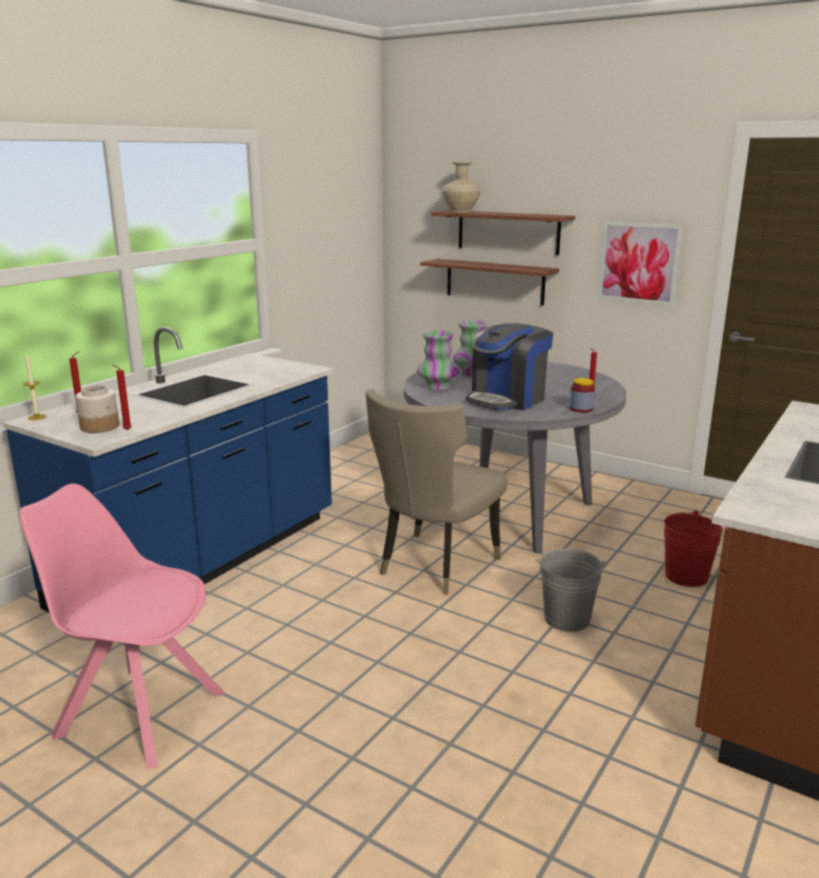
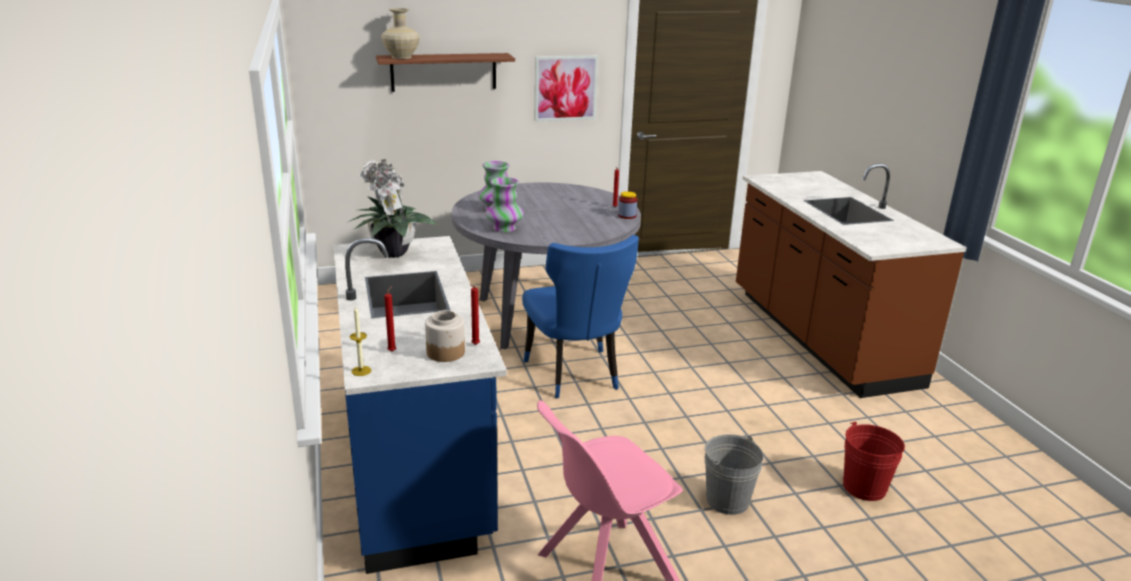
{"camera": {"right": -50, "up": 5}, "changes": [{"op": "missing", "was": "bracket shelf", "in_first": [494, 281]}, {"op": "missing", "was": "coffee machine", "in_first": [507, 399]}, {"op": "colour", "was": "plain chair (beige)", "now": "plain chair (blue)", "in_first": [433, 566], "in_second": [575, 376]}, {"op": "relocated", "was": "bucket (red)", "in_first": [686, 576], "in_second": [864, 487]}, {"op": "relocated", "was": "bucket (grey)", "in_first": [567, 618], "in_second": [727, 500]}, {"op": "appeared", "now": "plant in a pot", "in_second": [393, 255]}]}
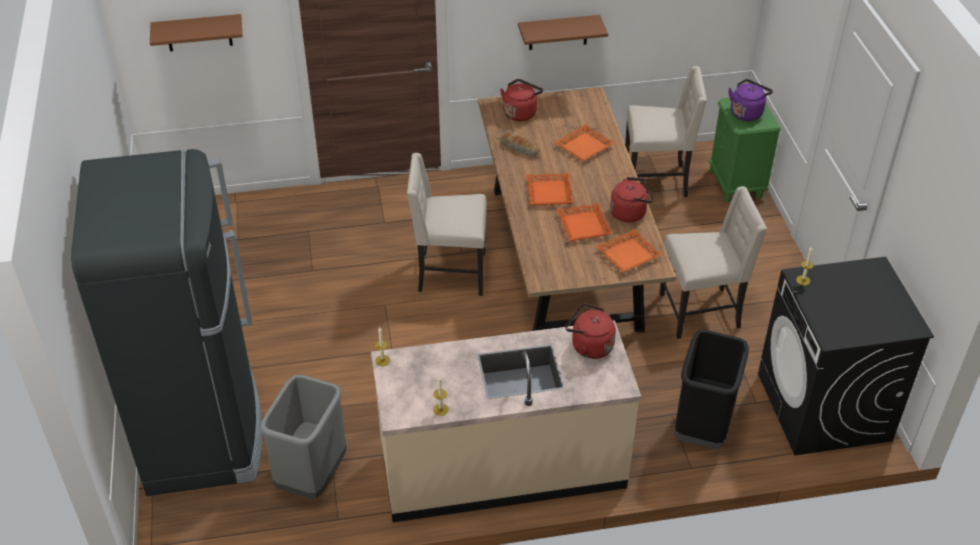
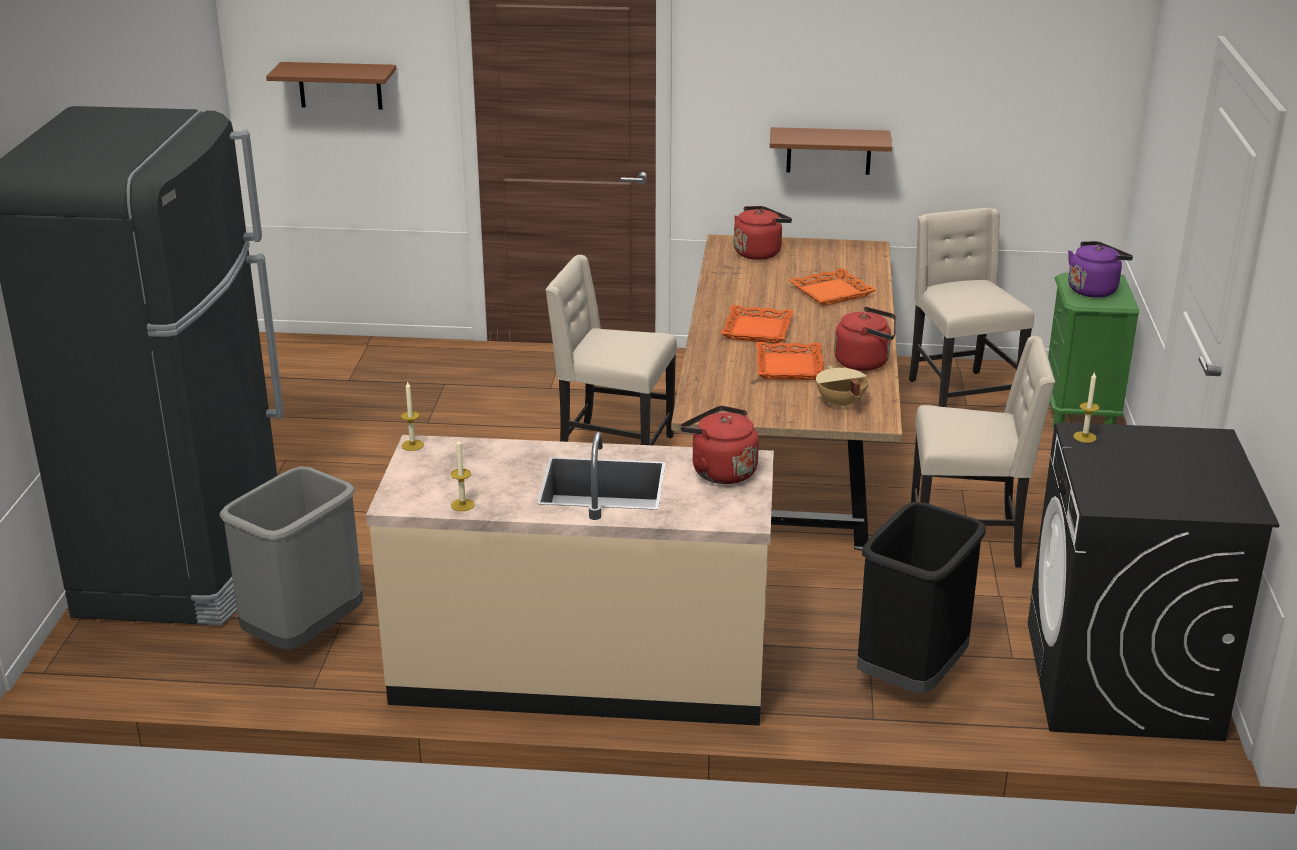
{"camera": {"right": 15, "up": -15}, "changes": [{"op": "spun", "was": "plain chair (beige)", "in_first": [657, 181], "in_second": [959, 394], "clockwise": -120}, {"op": "missing", "was": "bread", "in_first": [520, 148]}, {"op": "exchanged", "was": "serving tray (orange-coloured)", "now": "cooking pot (beige)", "in_first": [628, 255], "in_second": [840, 403]}]}
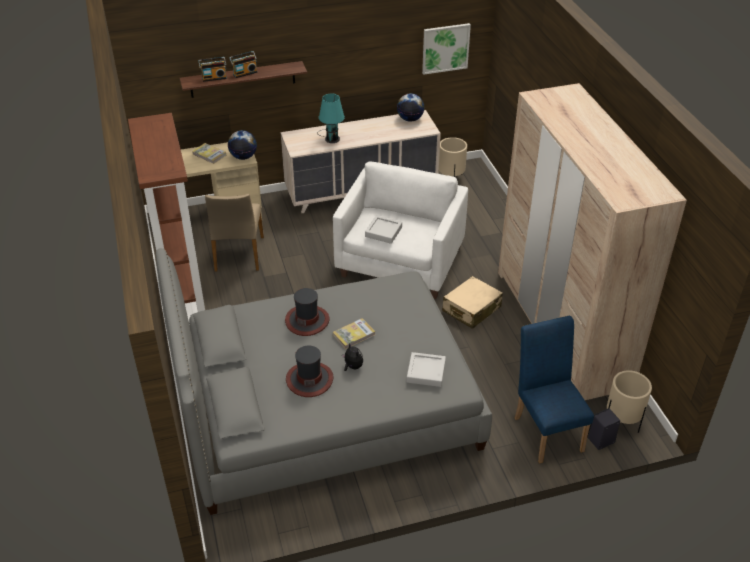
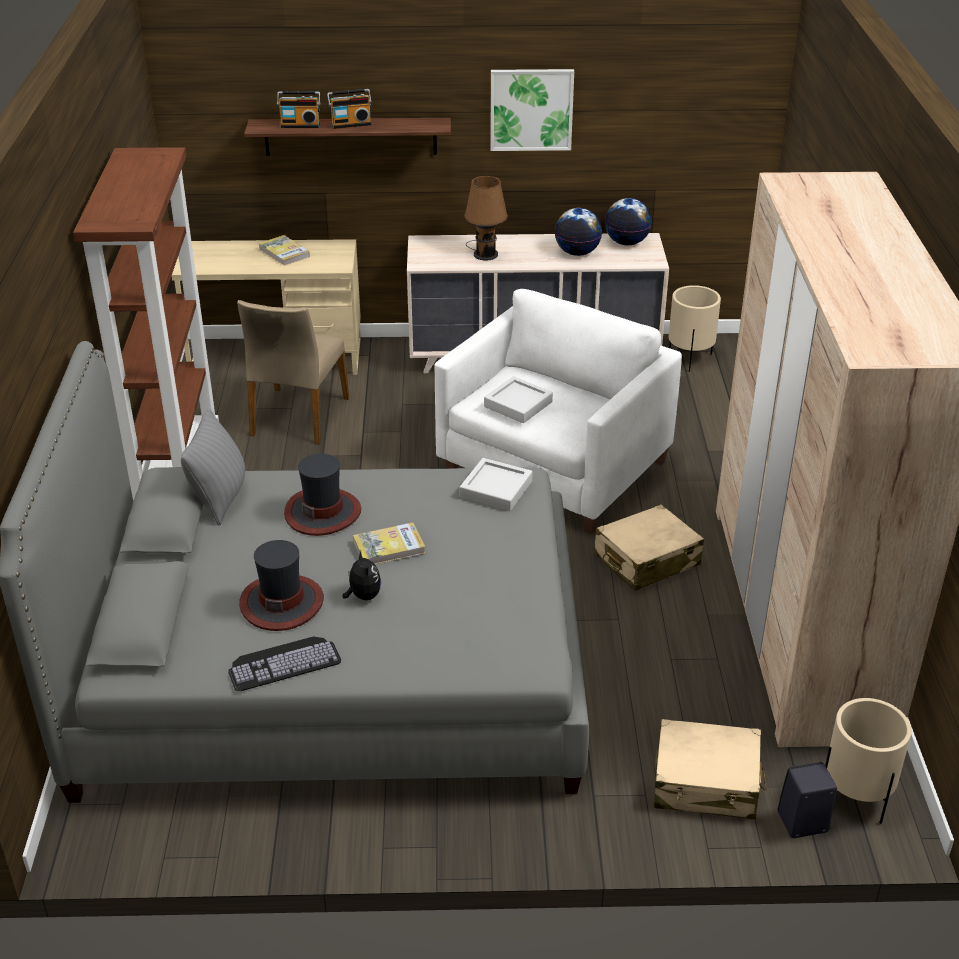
{"camera": {"right": 15, "up": -5}, "changes": [{"op": "relocated", "was": "wall picture", "in_first": [445, 48], "in_second": [531, 109]}, {"op": "colour", "was": "tabletop lamp (turquoise)", "now": "tabletop lamp (brown)", "in_first": [331, 138], "in_second": [485, 253]}, {"op": "relocated", "was": "desk globe", "in_first": [243, 157], "in_second": [577, 253]}, {"op": "exchanged", "was": "plain chair (blue)", "now": "suitcase (beige)", "in_first": [546, 429], "in_second": [706, 783]}, {"op": "relocated", "was": "serving tray (grey)", "in_first": [426, 372], "in_second": [496, 489]}, {"op": "appeared", "now": "cushion (grey)", "in_second": [220, 498]}, {"op": "appeared", "now": "keyboard", "in_second": [284, 661]}]}
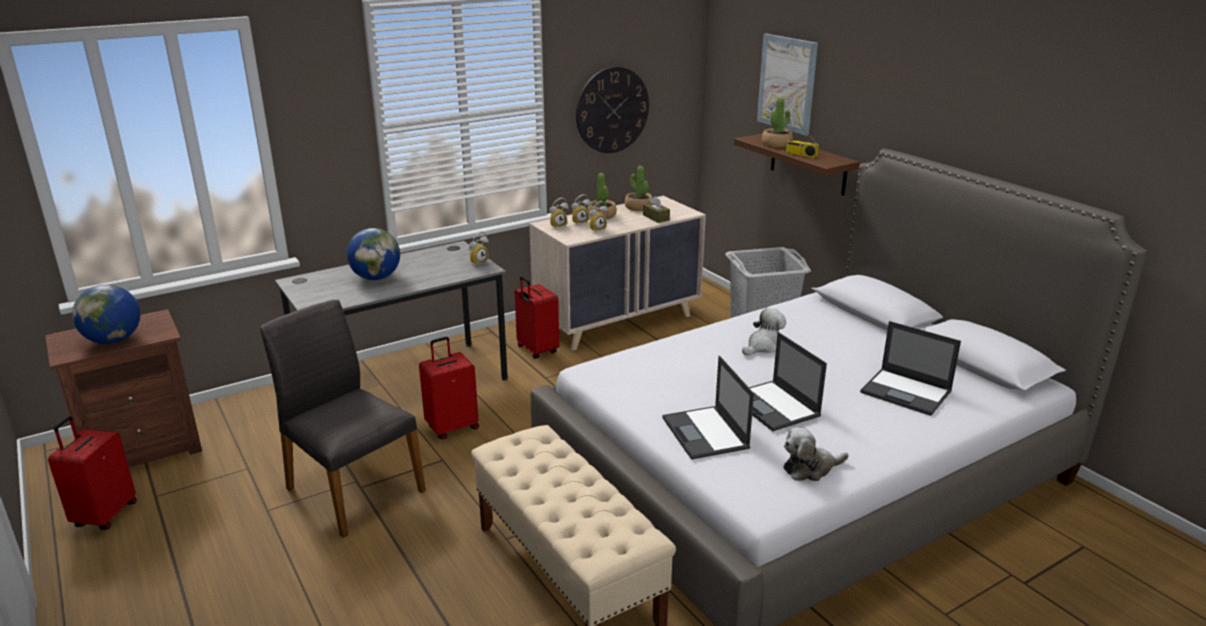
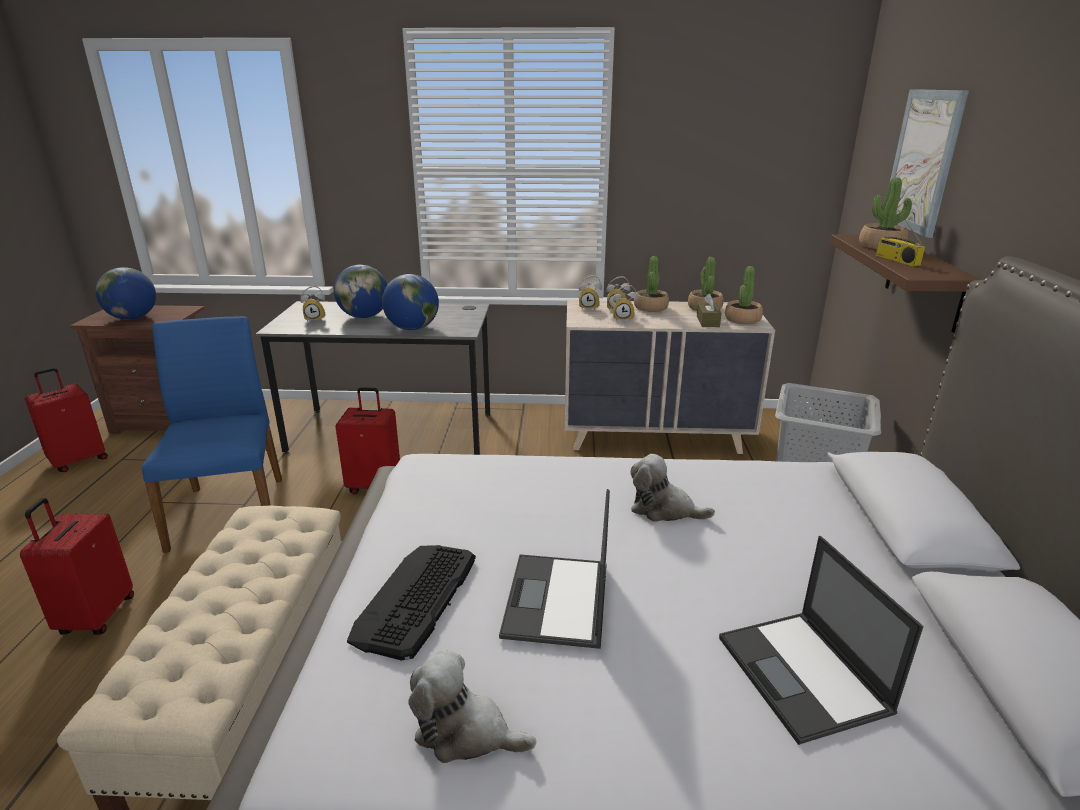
{"camera": {"right": 35, "up": 0}, "changes": [{"op": "missing", "was": "wall clock", "in_first": [612, 110]}, {"op": "relocated", "was": "table clock", "in_first": [478, 262], "in_second": [316, 319]}, {"op": "relocated", "was": "suitcase (red)", "in_first": [536, 350], "in_second": [95, 616]}, {"op": "colour", "was": "plain chair (grey)", "now": "plain chair (blue)", "in_first": [352, 490], "in_second": [230, 511]}, {"op": "spun", "was": "plush toy", "in_first": [763, 346], "in_second": [664, 509], "clockwise": -150}, {"op": "exchanged", "was": "portable computer", "now": "keyboard", "in_first": [706, 433], "in_second": [415, 598]}, {"op": "appeared", "now": "plant in a pot", "in_second": [742, 319]}, {"op": "appeared", "now": "desk globe", "in_second": [412, 328]}]}
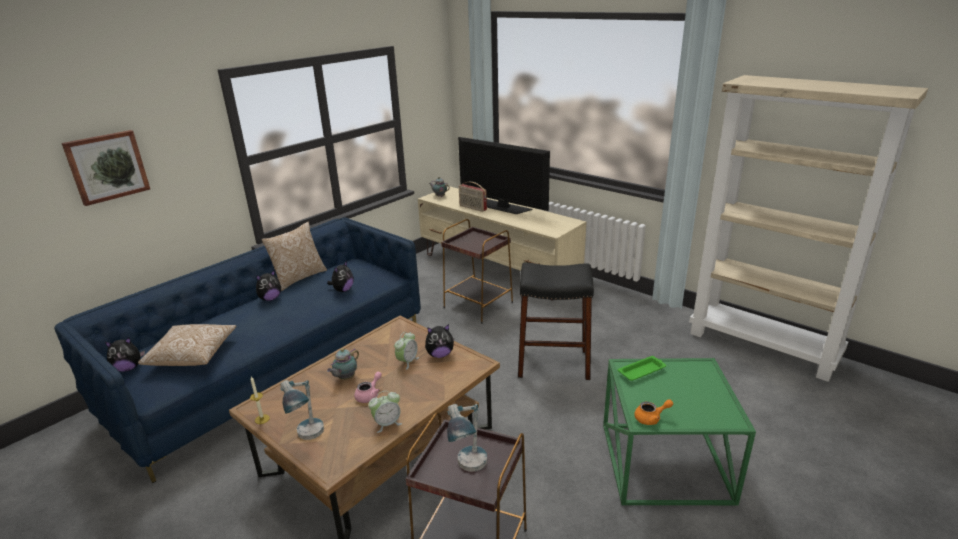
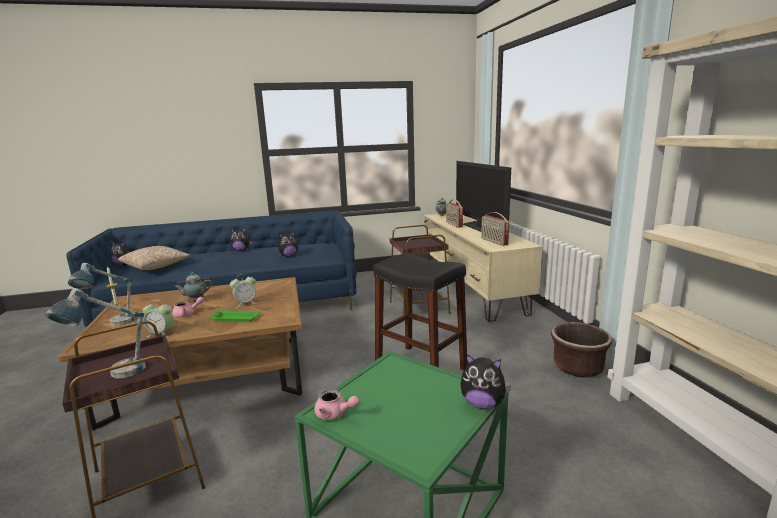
{"camera": {"right": 35, "up": -10}, "changes": [{"op": "missing", "was": "wall picture", "in_first": [107, 167]}, {"op": "missing", "was": "cushion", "in_first": [299, 278]}, {"op": "relocated", "was": "plush toy", "in_first": [440, 354], "in_second": [482, 404]}, {"op": "relocated", "was": "serving tray (green-coloured)", "in_first": [642, 371], "in_second": [236, 318]}, {"op": "colour", "was": "pot for tea (orange-coloured)", "now": "pot for tea (pink-coloured)", "in_first": [651, 418], "in_second": [335, 414]}, {"op": "appeared", "now": "radio set", "in_second": [493, 242]}, {"op": "appeared", "now": "plant pot (brown)", "in_second": [577, 367]}]}
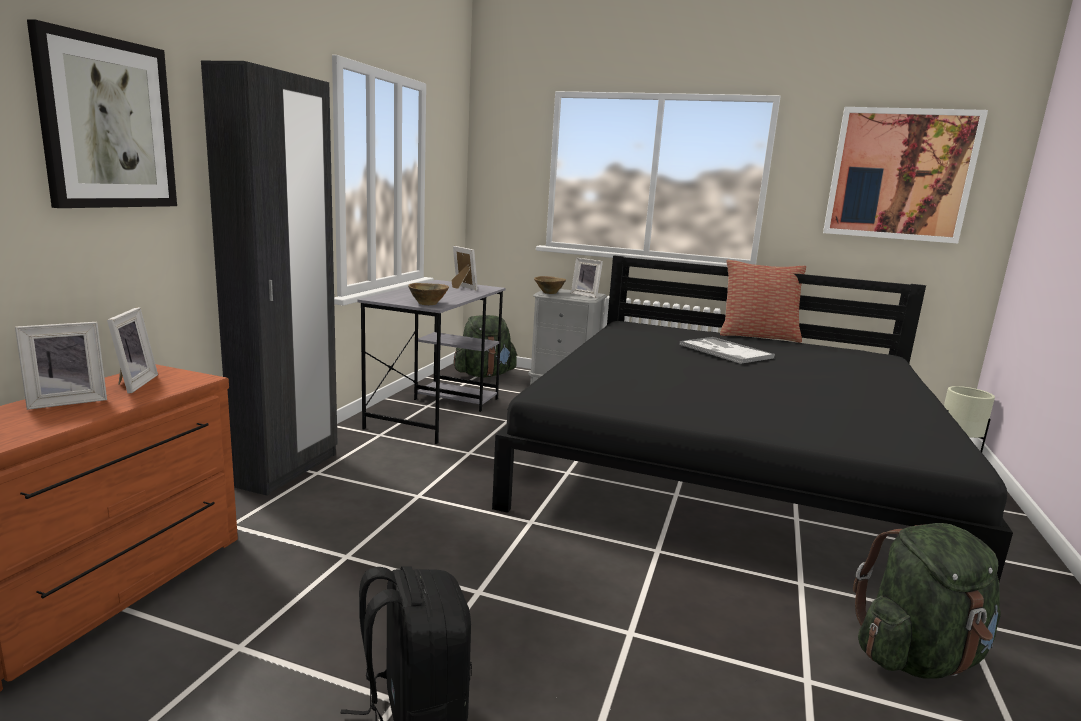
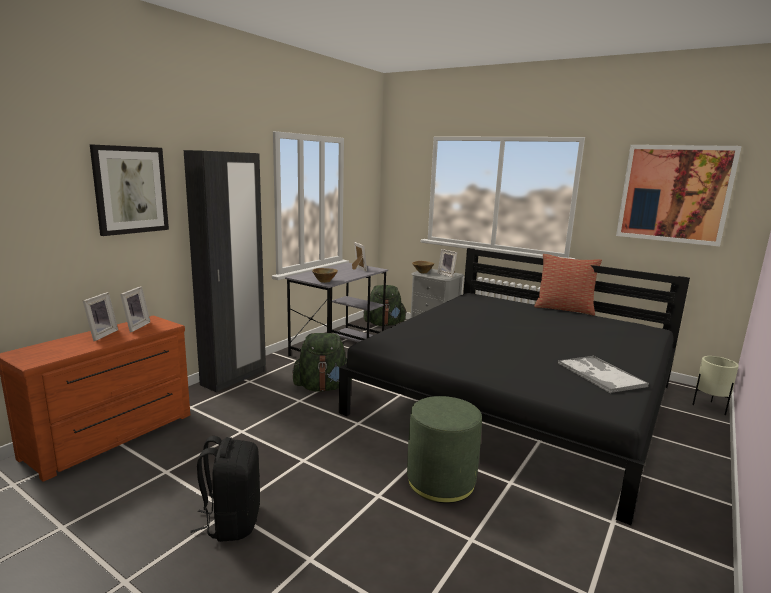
{"camera": {"right": 15, "up": 0}, "changes": [{"op": "spun", "was": "photo frame", "in_first": [67, 401], "in_second": [100, 335], "clockwise": -60}, {"op": "relocated", "was": "serving tray", "in_first": [724, 351], "in_second": [600, 374]}, {"op": "relocated", "was": "rucksack (green-coloured)", "in_first": [917, 657], "in_second": [323, 387]}, {"op": "appeared", "now": "ottoman (green-coloured)", "in_second": [441, 481]}]}
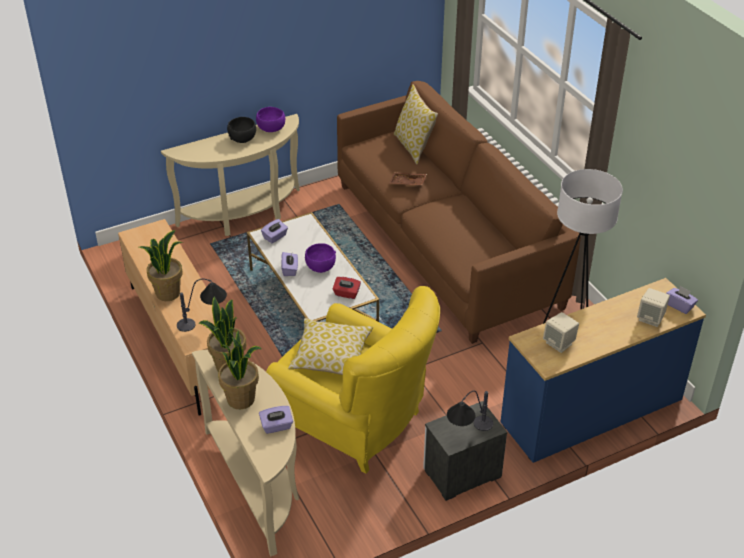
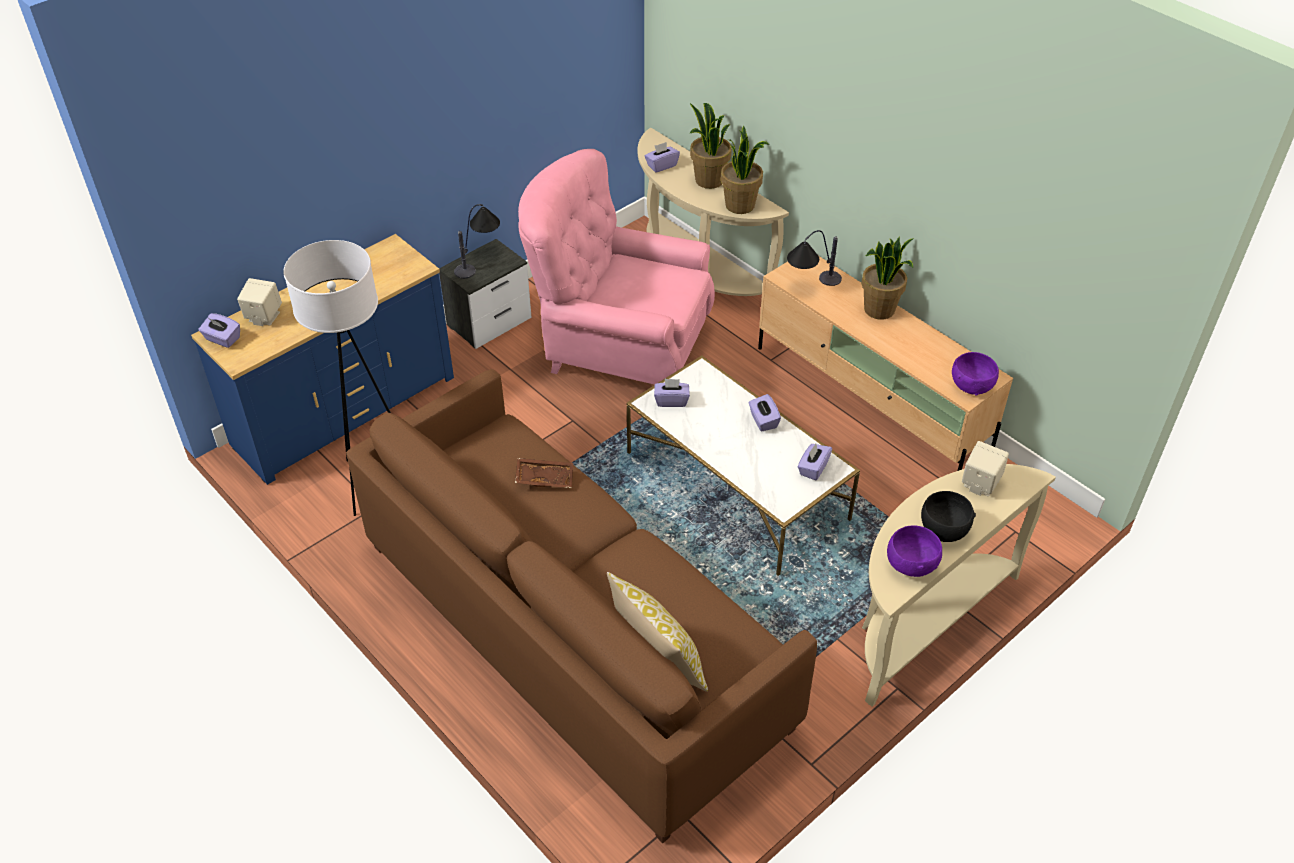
{"camera": {"right": 165, "up": 5}, "changes": [{"op": "relocated", "was": "serving tray (brown)", "in_first": [407, 183], "in_second": [545, 477]}, {"op": "relocated", "was": "serving bowl (purple-coloured)", "in_first": [320, 267], "in_second": [971, 385]}, {"op": "colour", "was": "tissue box (red)", "now": "tissue box (purple-coloured)", "in_first": [346, 294], "in_second": [671, 401]}, {"op": "colour", "was": "easy chair (yellowish)", "now": "easy chair (pink-coloured)", "in_first": [355, 423], "in_second": [618, 348]}, {"op": "relocated", "was": "loudspeaker (beige)", "in_first": [559, 343], "in_second": [979, 484]}, {"op": "missing", "was": "cushion", "in_first": [332, 357]}]}
